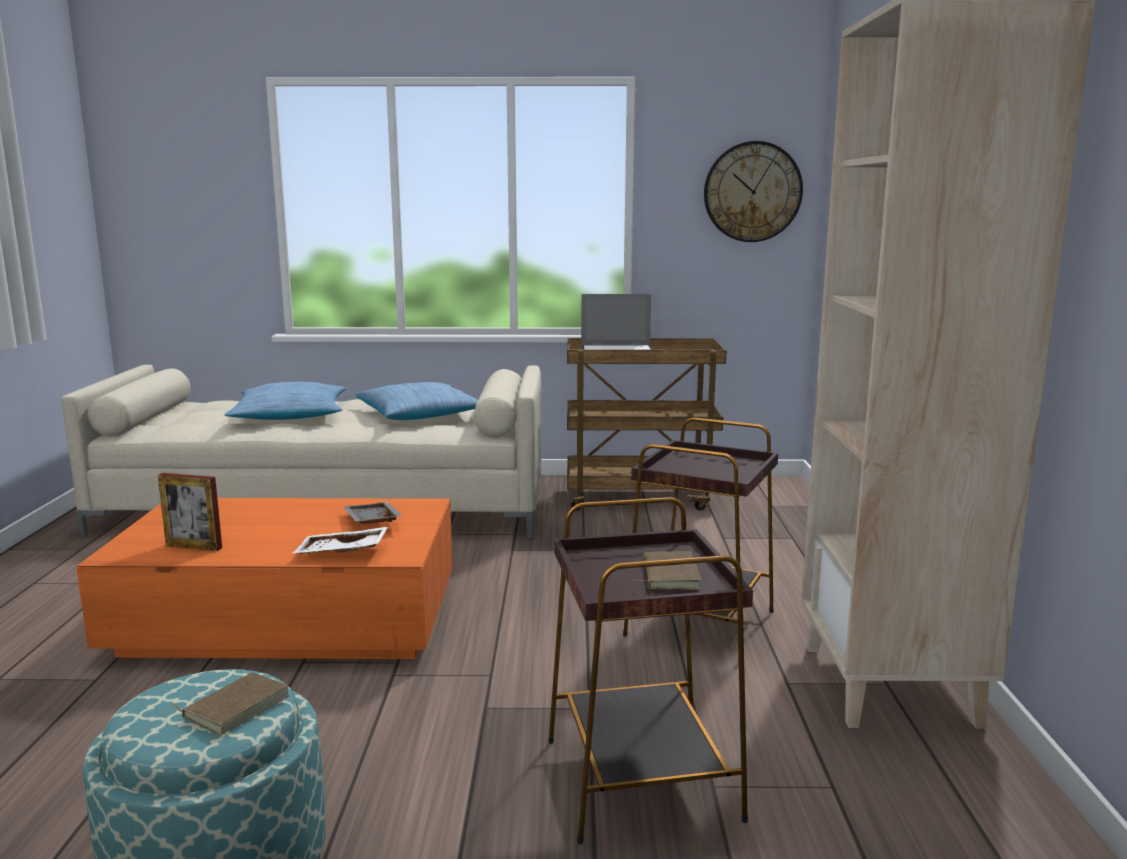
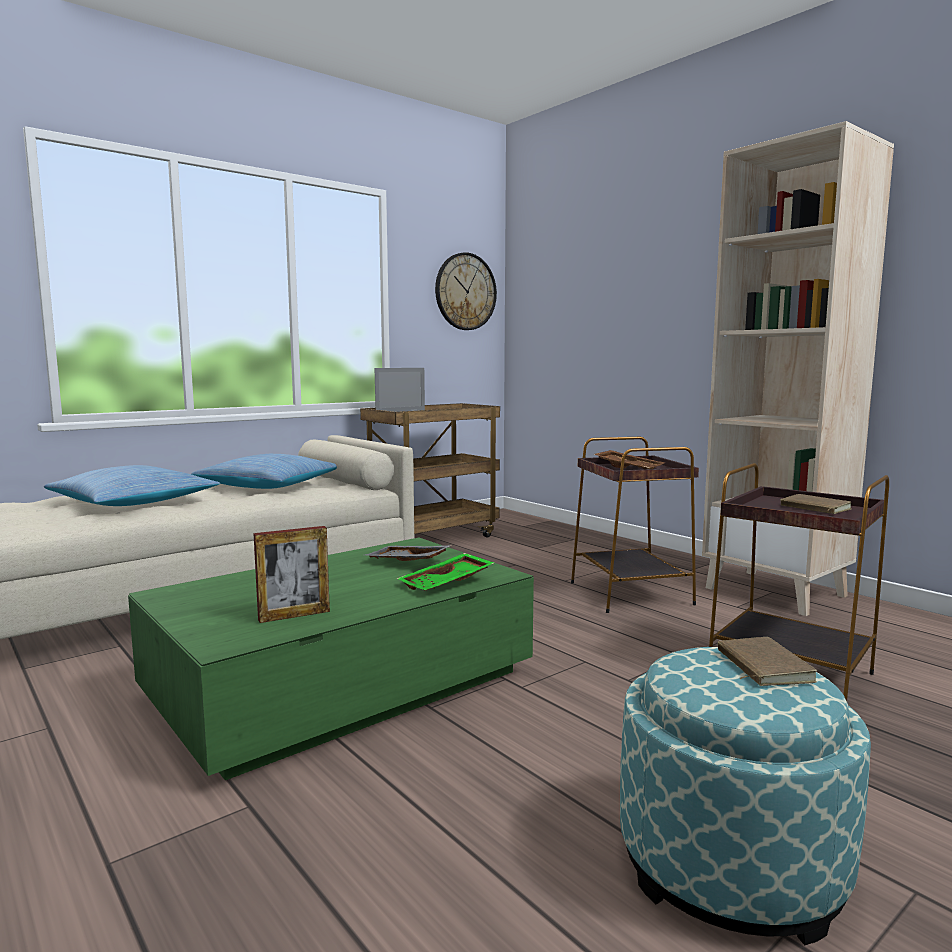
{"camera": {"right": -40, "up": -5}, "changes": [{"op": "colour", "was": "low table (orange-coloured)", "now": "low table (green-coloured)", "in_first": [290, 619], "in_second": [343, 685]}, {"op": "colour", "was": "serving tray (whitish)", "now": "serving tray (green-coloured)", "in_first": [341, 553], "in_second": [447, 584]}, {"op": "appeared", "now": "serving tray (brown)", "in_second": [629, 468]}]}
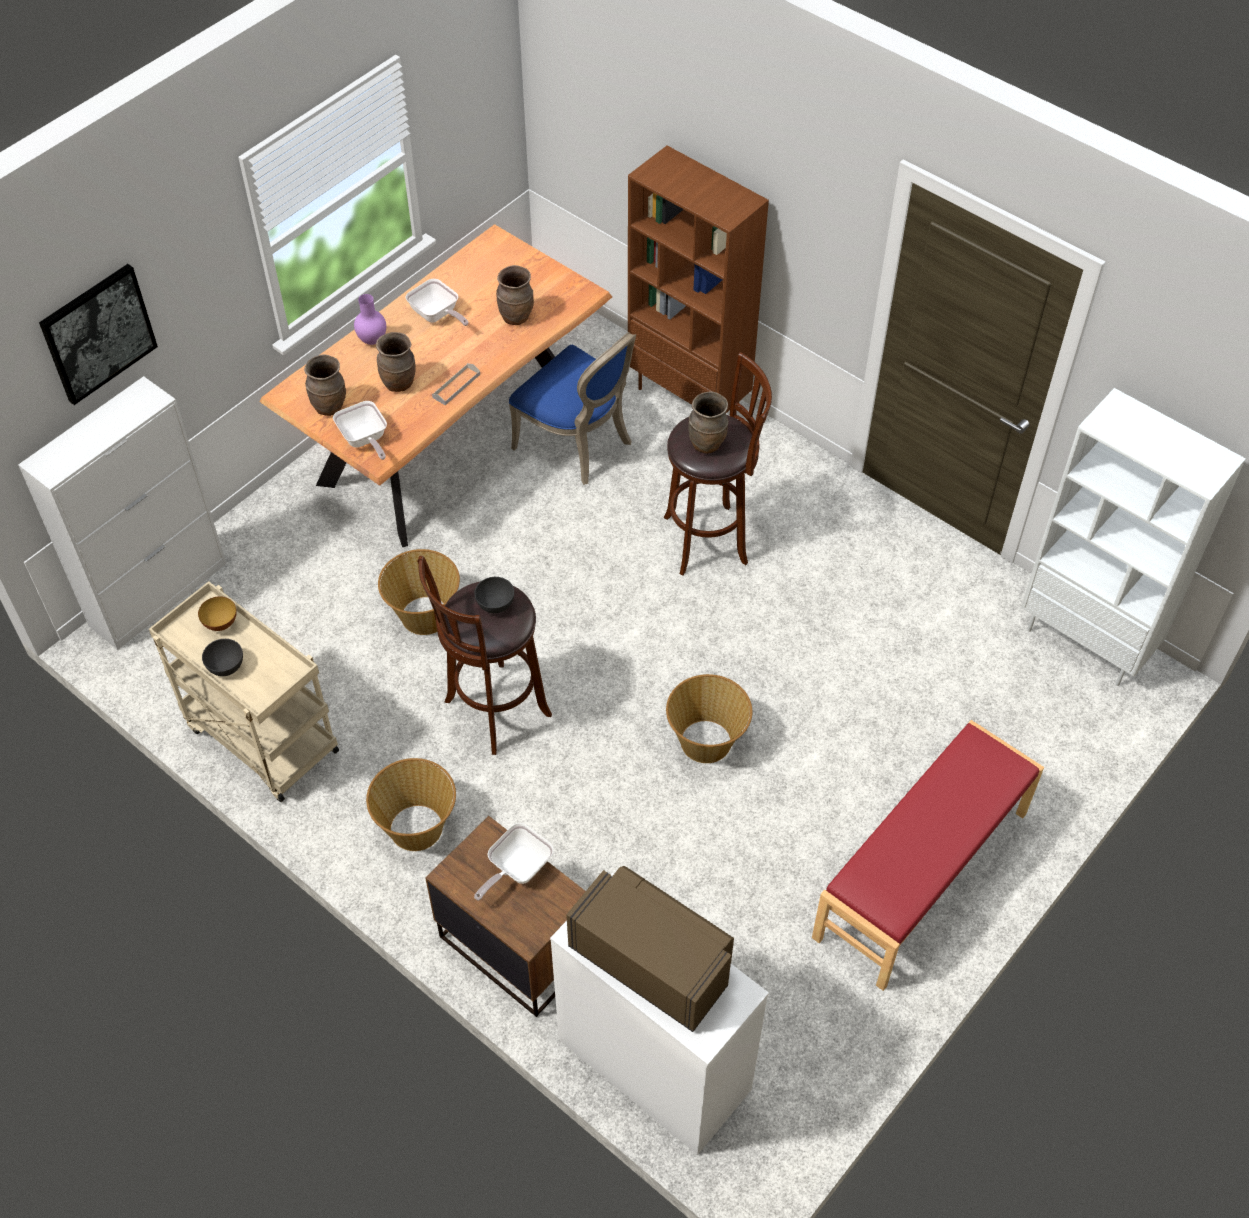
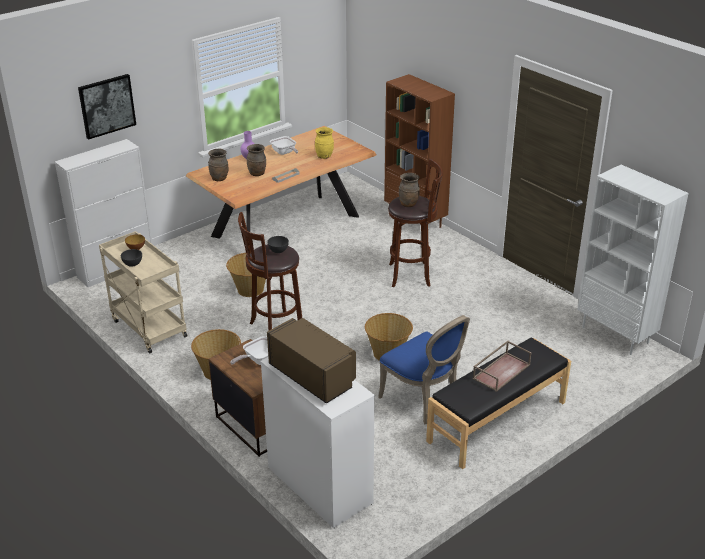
{"camera": {"right": 10, "up": -20}, "changes": [{"op": "colour", "was": "flower vase (brown)", "now": "flower vase (yellowish)", "in_first": [516, 317], "in_second": [324, 156]}, {"op": "relocated", "was": "plain chair (blue)", "in_first": [578, 445], "in_second": [424, 400]}, {"op": "missing", "was": "frying pan", "in_first": [364, 440]}, {"op": "colour", "was": "indoor bench (red)", "now": "indoor bench (black-coloured)", "in_first": [922, 875], "in_second": [498, 422]}, {"op": "appeared", "now": "serving tray (brown)", "in_second": [501, 371]}]}
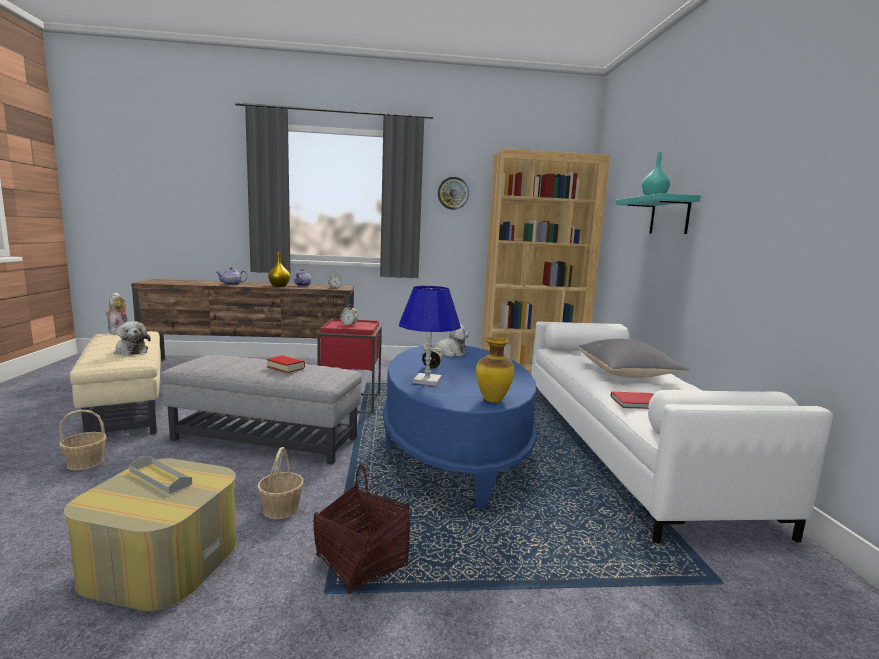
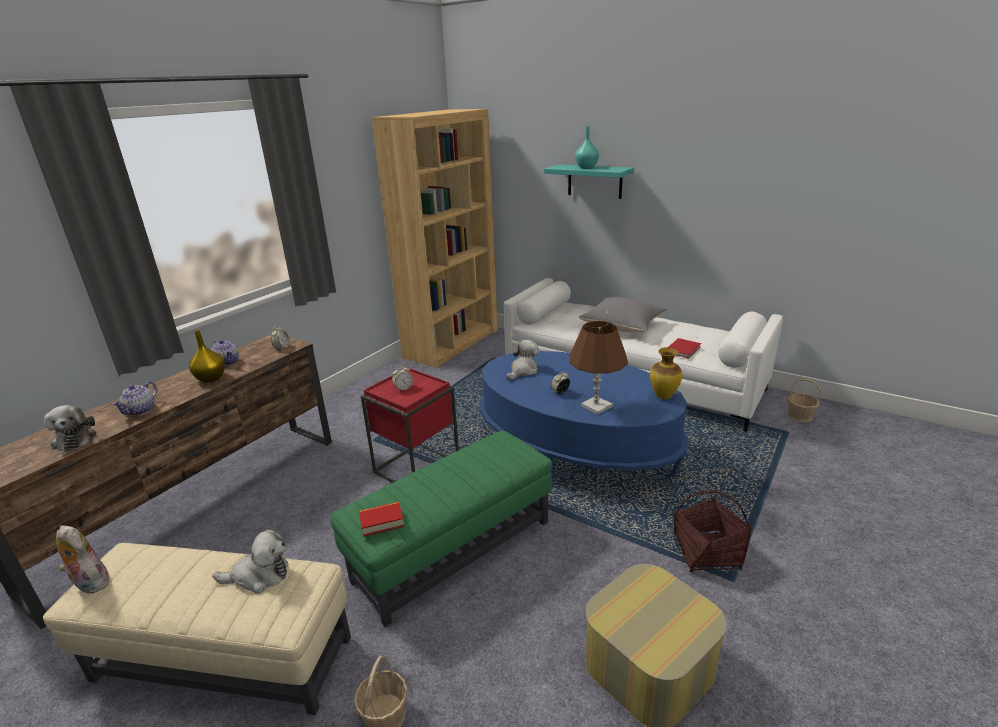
{"camera": {"right": -50, "up": 15}, "changes": [{"op": "missing", "was": "wall clock", "in_first": [453, 193]}, {"op": "colour", "was": "tabletop lamp (blue)", "now": "tabletop lamp (brown)", "in_first": [427, 380], "in_second": [596, 406]}, {"op": "colour", "was": "ottoman (grey)", "now": "ottoman (green-coloured)", "in_first": [265, 439], "in_second": [454, 550]}, {"op": "relocated", "was": "book", "in_first": [285, 367], "in_second": [382, 522]}, {"op": "relocated", "was": "storage basket", "in_first": [281, 508], "in_second": [799, 416]}, {"op": "missing", "was": "serving tray (grey)", "in_first": [160, 477]}, {"op": "appeared", "now": "plush toy", "in_second": [75, 438]}]}
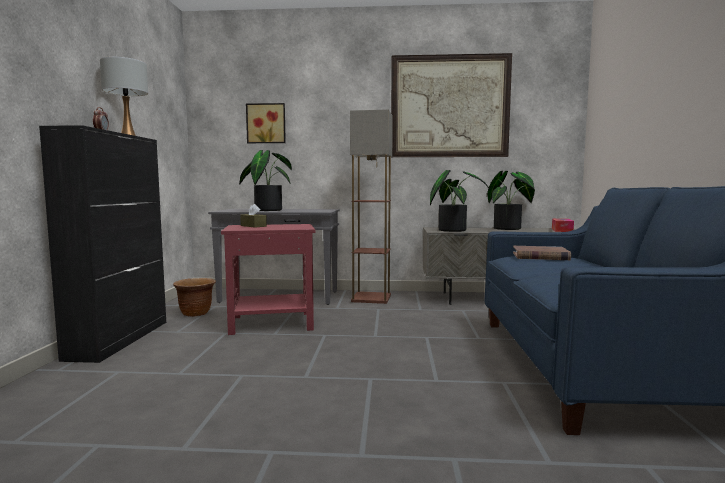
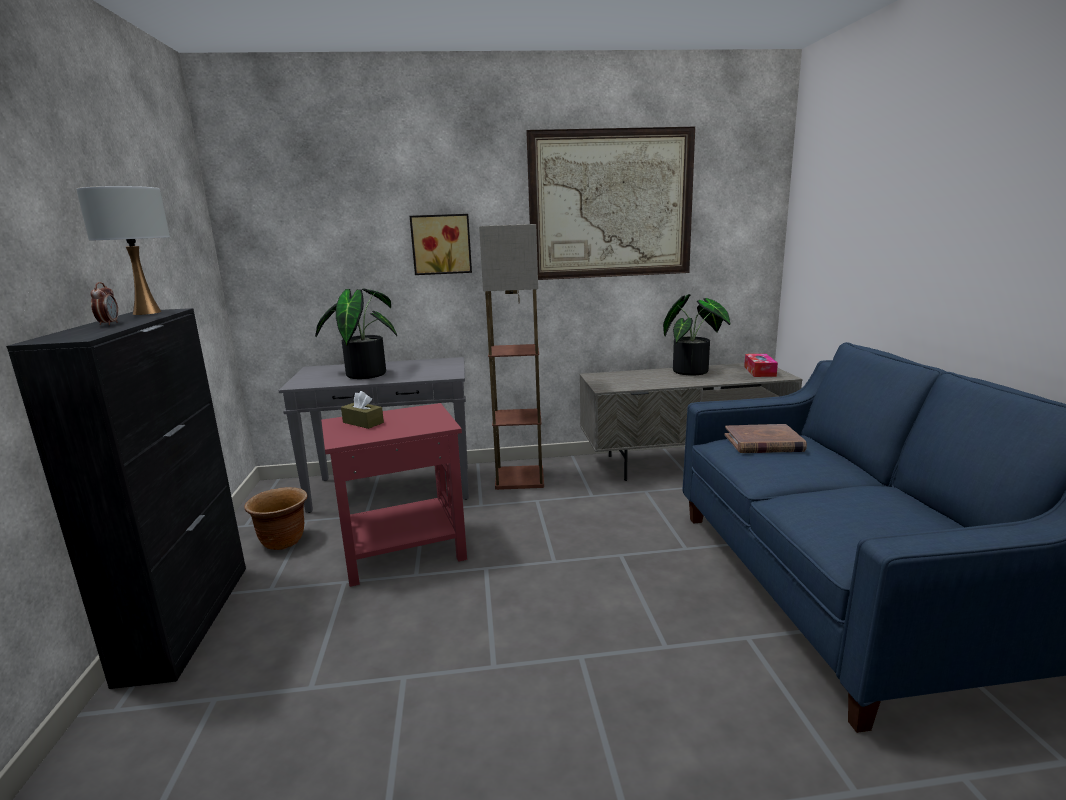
{"camera": {"right": -10, "up": 10}, "changes": [{"op": "relocated", "was": "wall picture", "in_first": [266, 123], "in_second": [441, 244]}, {"op": "missing", "was": "plant in a pot", "in_first": [453, 230]}]}
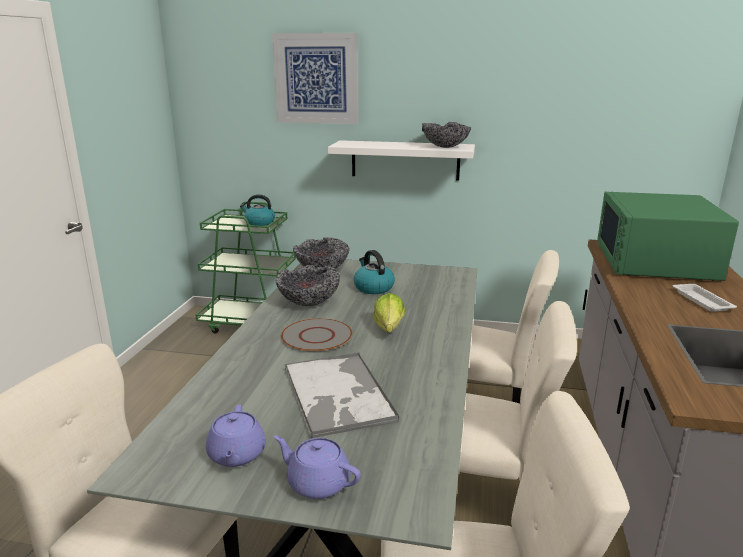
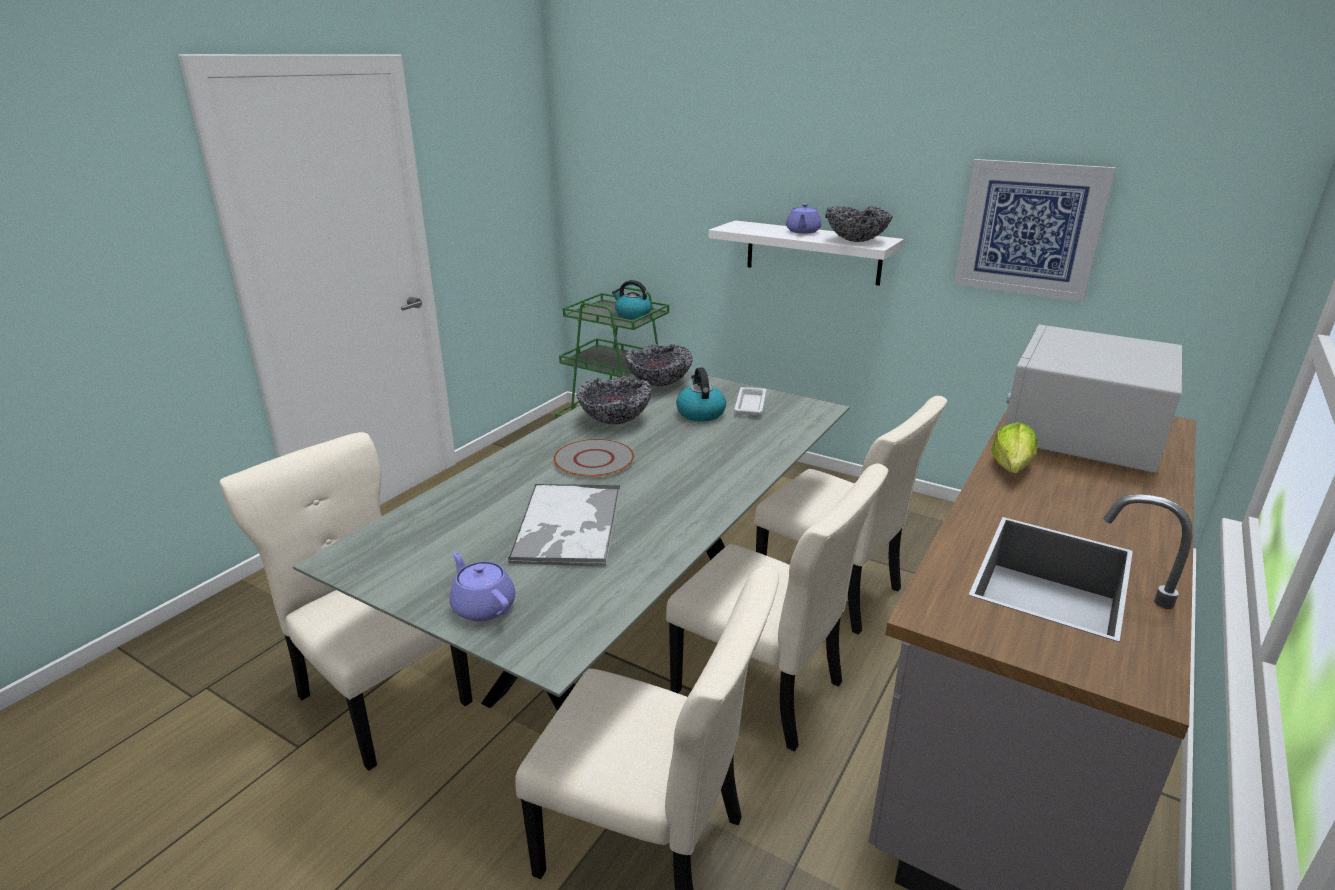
{"camera": {"right": 20, "up": 5}, "changes": [{"op": "relocated", "was": "wall picture", "in_first": [316, 79], "in_second": [1029, 229]}, {"op": "colour", "was": "kitchen microwave (green-coloured)", "now": "kitchen microwave (whitish)", "in_first": [654, 262], "in_second": [1081, 432]}, {"op": "relocated", "was": "serving tray (whitish)", "in_first": [700, 300], "in_second": [750, 404]}, {"op": "relocated", "was": "head of lettuce", "in_first": [388, 331], "in_second": [1009, 471]}, {"op": "relocated", "was": "pot for tea (purple-coloured)", "in_first": [236, 455], "in_second": [802, 232]}]}
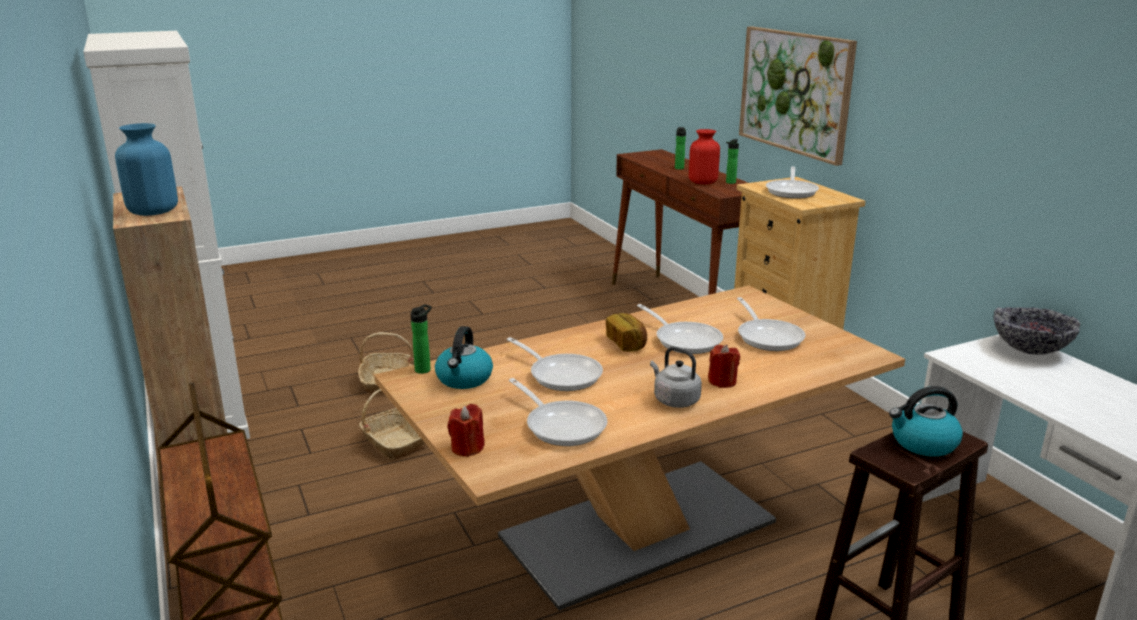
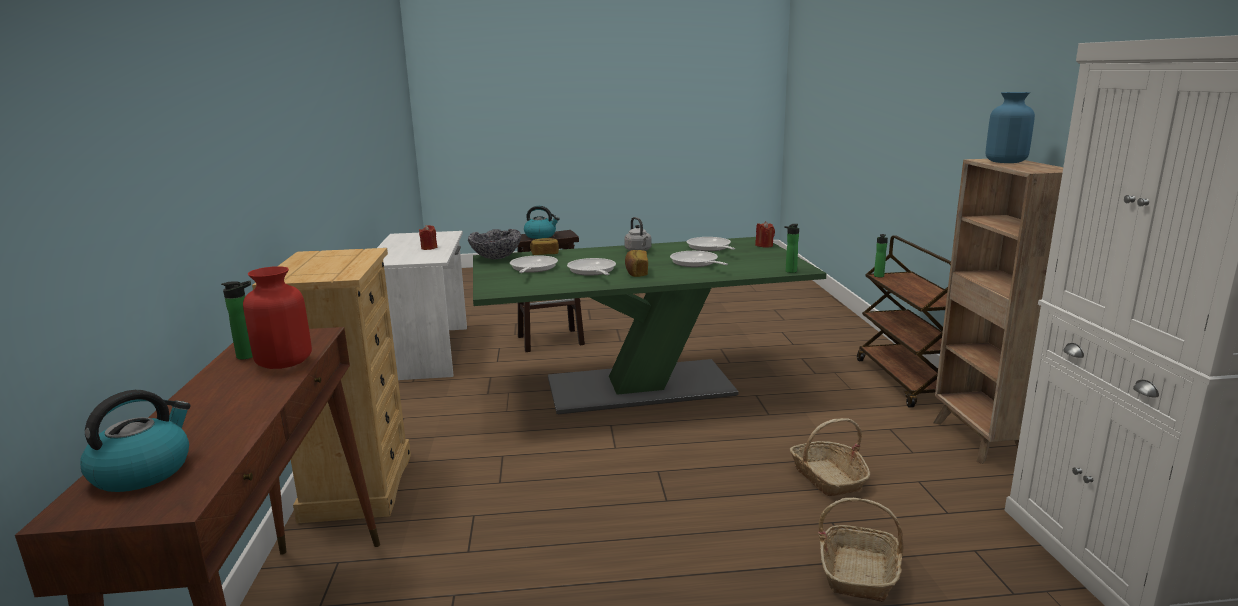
{"camera": {"right": -160, "up": -5}, "changes": [{"op": "missing", "was": "wall picture", "in_first": [795, 92]}, {"op": "relocated", "was": "bottle", "in_first": [679, 168], "in_second": [878, 276]}, {"op": "missing", "was": "frying pan", "in_first": [792, 191]}, {"op": "colour", "was": "kitchen table (beige)", "now": "kitchen table (green-coloured)", "in_first": [638, 531], "in_second": [639, 387]}, {"op": "relocated", "was": "serving bowl", "in_first": [1029, 350], "in_second": [496, 258]}, {"op": "relocated", "was": "kettle", "in_first": [464, 379], "in_second": [143, 471]}, {"op": "relocated", "was": "wax candle (red)", "in_first": [722, 381], "in_second": [429, 248]}, {"op": "appeared", "now": "bread", "in_second": [545, 254]}]}
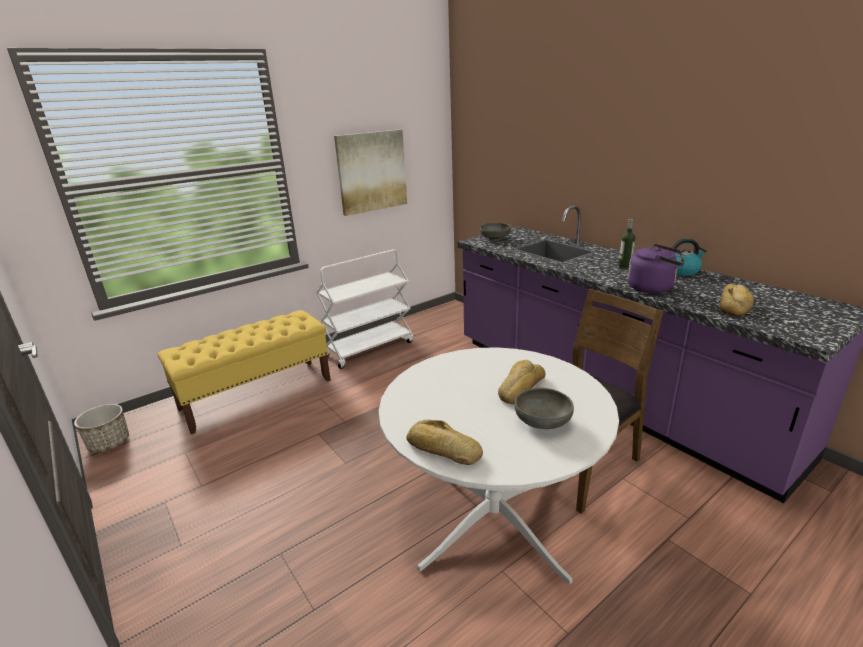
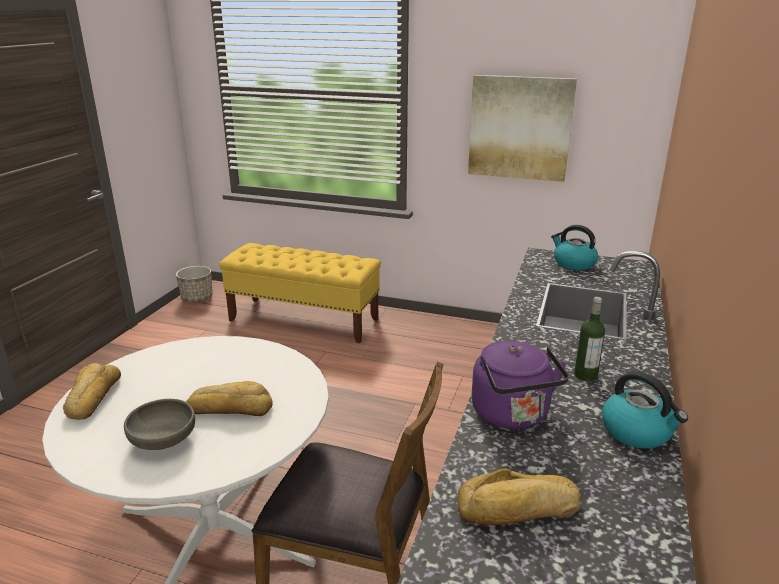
{"camera": {"right": 55, "up": 0}, "changes": [{"op": "exchanged", "was": "serving bowl (grey)", "now": "kettle", "in_first": [495, 238], "in_second": [573, 263]}, {"op": "missing", "was": "trolley (whitish)", "in_first": [369, 348]}]}
